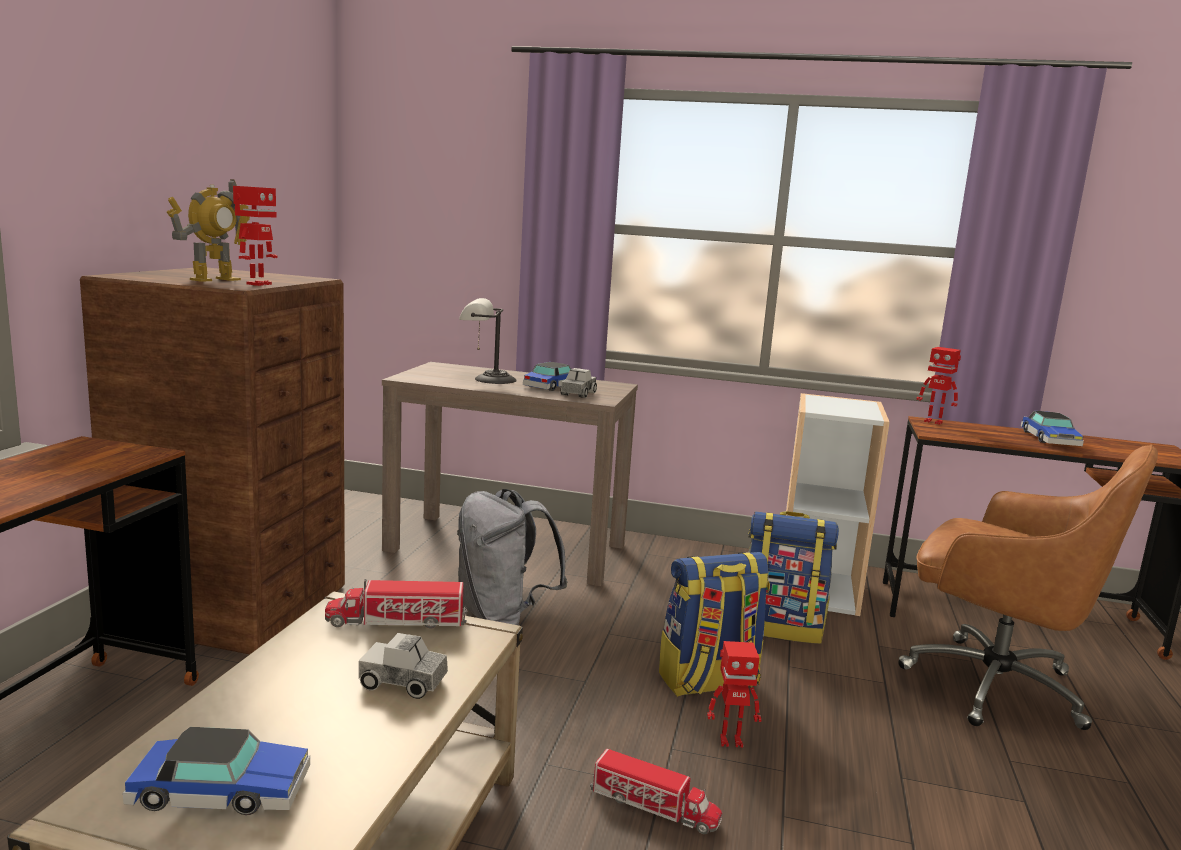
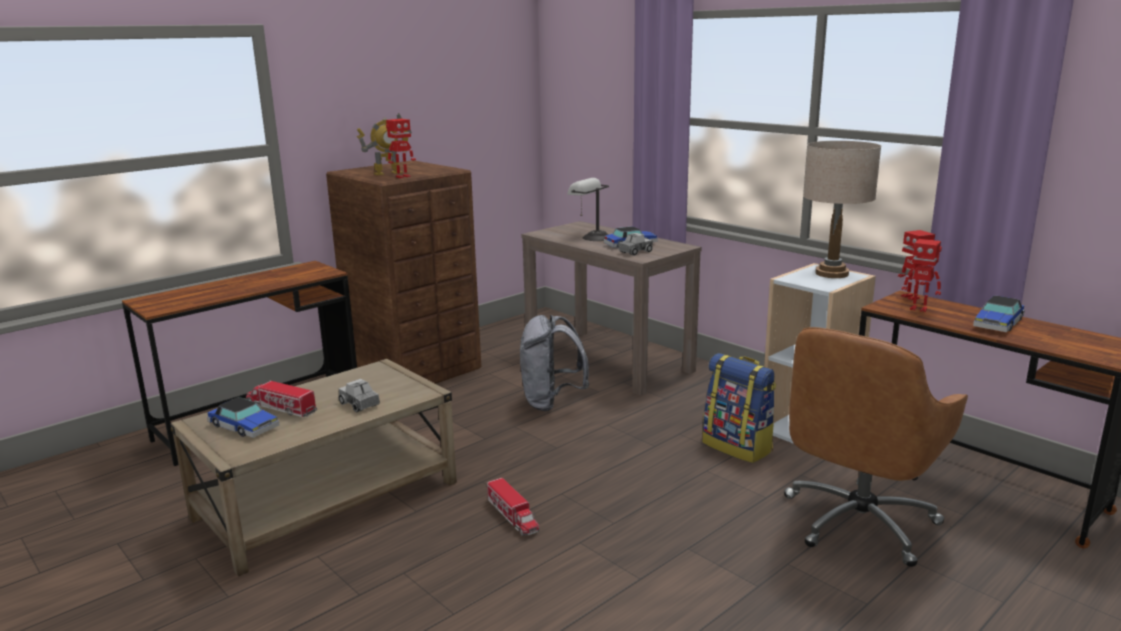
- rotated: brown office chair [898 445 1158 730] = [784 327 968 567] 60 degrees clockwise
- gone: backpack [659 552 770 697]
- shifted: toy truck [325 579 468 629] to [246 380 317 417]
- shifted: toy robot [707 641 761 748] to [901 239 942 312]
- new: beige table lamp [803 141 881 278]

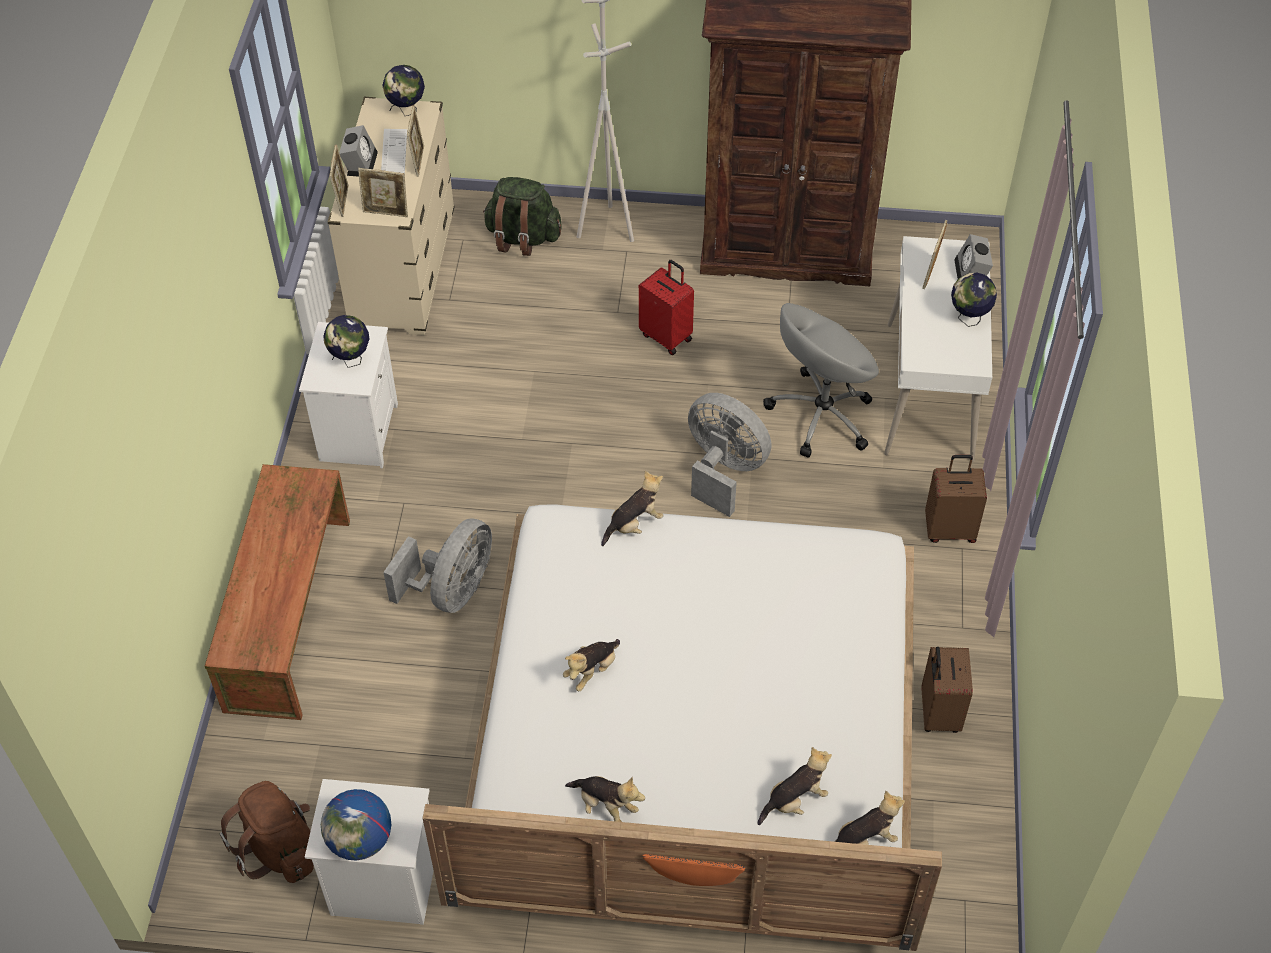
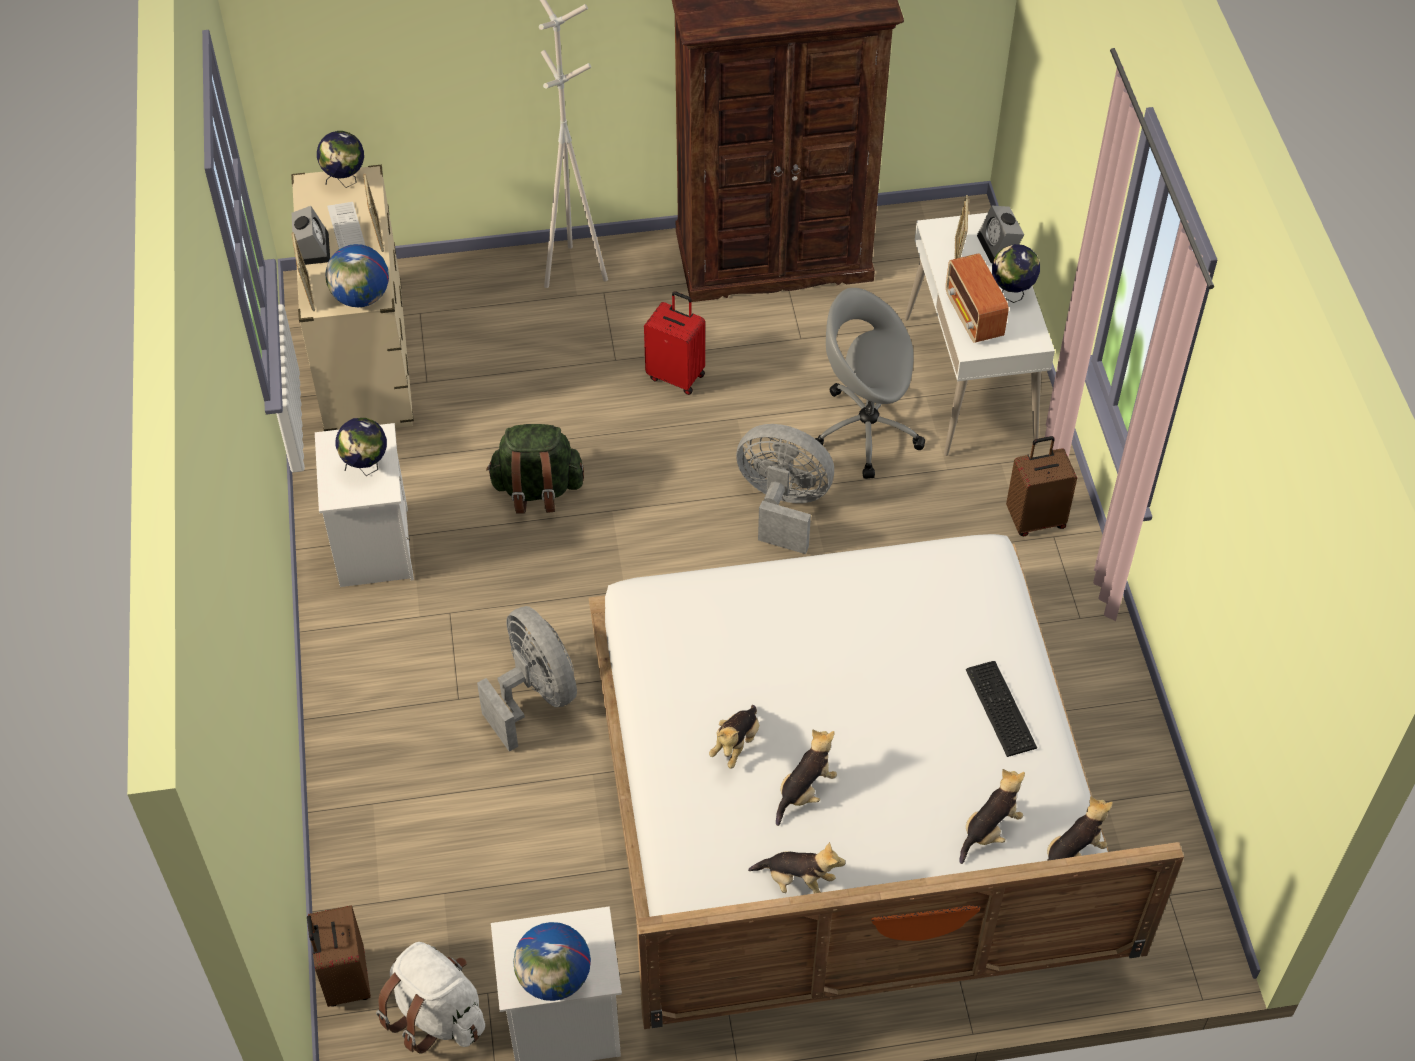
- swapped: picture frame [358 168 408 217] to globe [325 244 389 307]
- shifted: green backpack [483 177 562 256] to [486 424 584 514]
- rotated: grey office chair [763 303 879 458] = [815 288 925 479] 60 degrees clockwise
- gone: brown bench [205 464 350 720]
- shifted: plush toy [601 471 663 546] to [776 729 837 826]
- rotated: grey fan [383 519 492 613] = [477 606 577 752] 45 degrees counterclockwise
- shifted: brown suitcase [921 647 973 733] to [307 905 371 1007]
- repainted: brown backpack [220 781 314 883] to white backpack [376 942 485 1054]
- new: radio [946 253 1008 343]
- new: keyboard [966 661 1037 757]

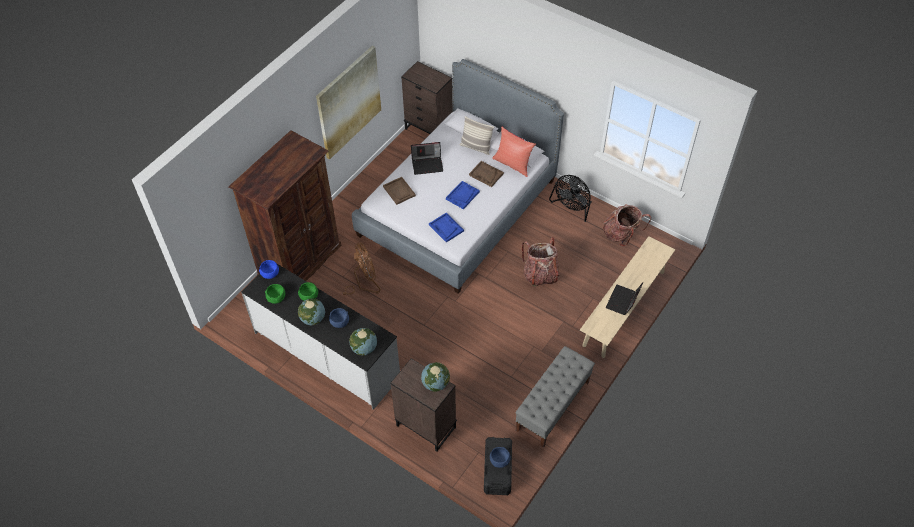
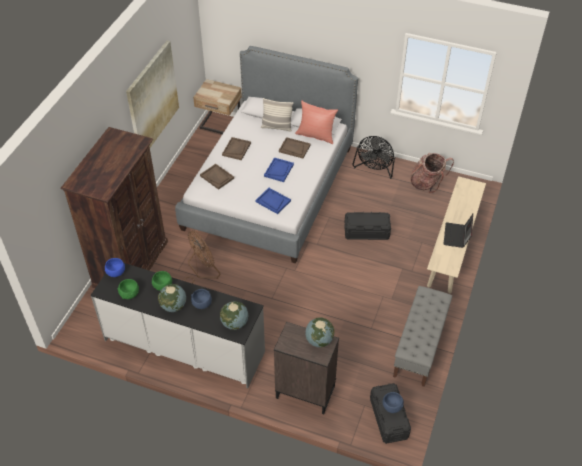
- swapped: brown dresser [401 61 453 134] to beige nightstand [193 79 242 134]
- swapped: laptop [411 142 443 175] to brown tray [222 137 251 160]
- swapped: backpack [522 237 559 287] to black storage box [344 212 391 240]

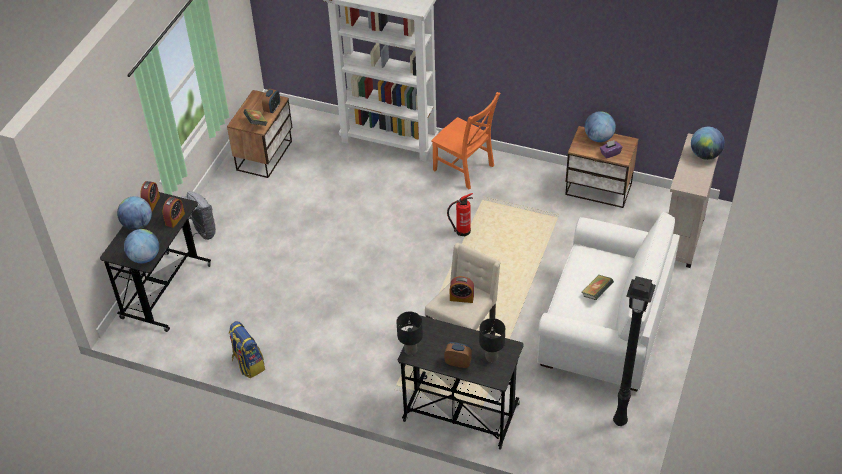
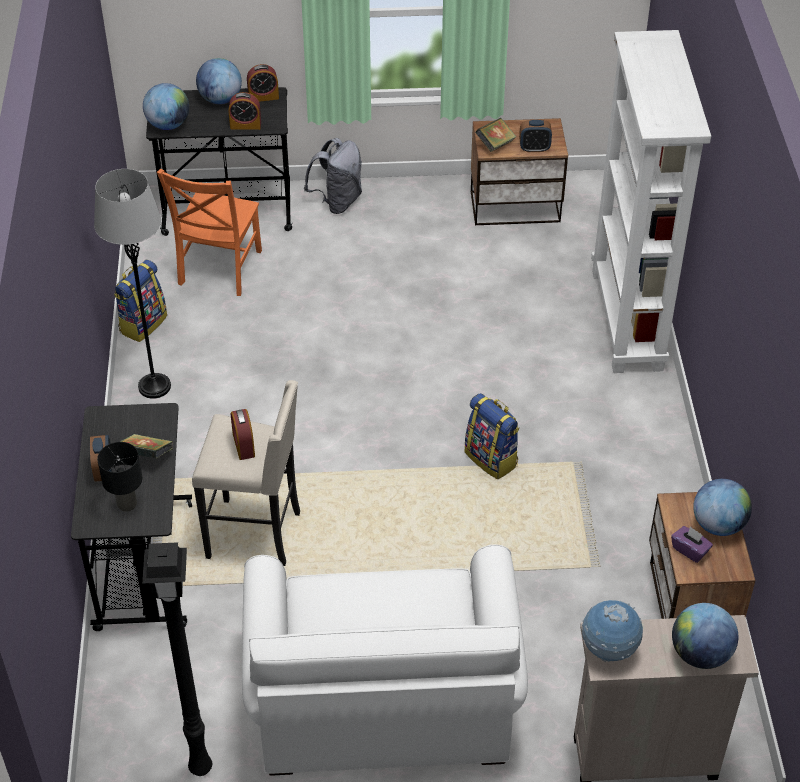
- shifted: orange chair [431 92 500 189] to [157 169 262 296]
- swapped: fire extinguisher [447 193 473 236] to backpack [464 393 520 479]
- shifted: book [582 275 614 300] to [120 434 173 459]
- gone: black table lamp [396 312 423 355]
- new: grey floor lamp [94 169 171 399]
- new: globe [582 600 643 662]

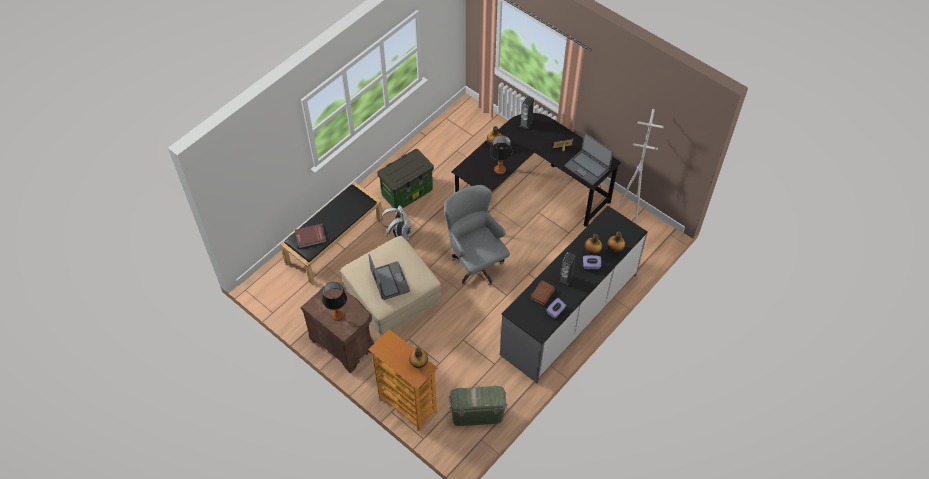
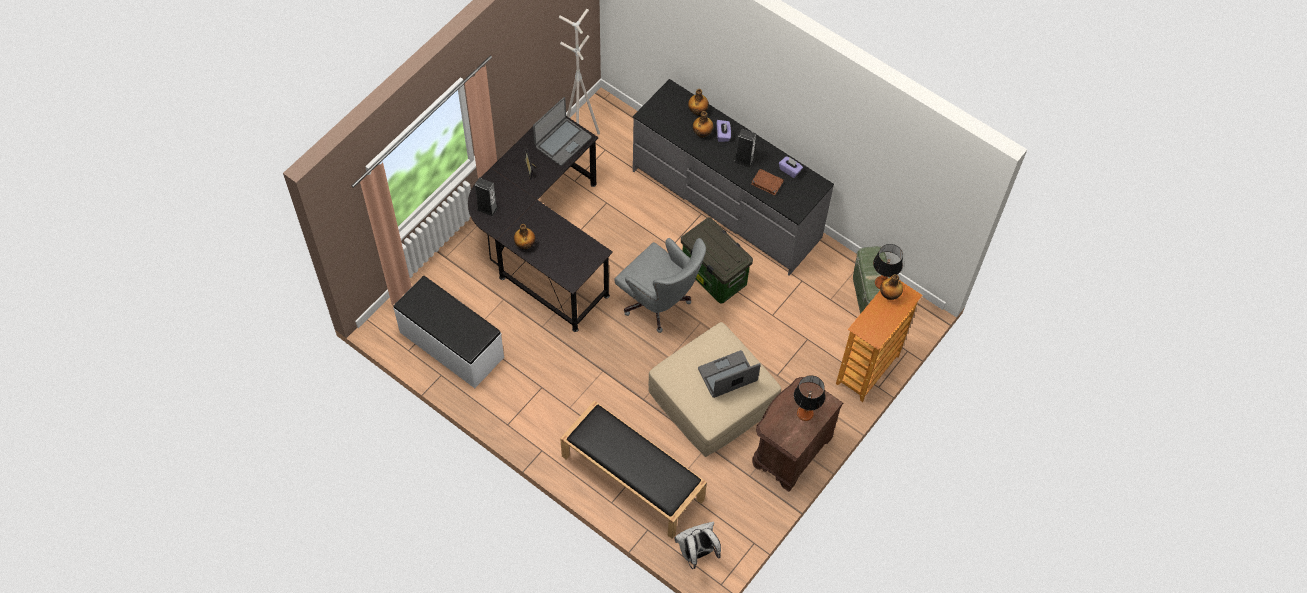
- shifted: table lamp [490 135 512 175] to [873 244 903 289]
- shifted: storage box [377 149 434 209] to [681 217 753 303]
- rotated: grey office chair [444 185 510 285] = [614 238 706 333] 105 degrees counterclockwise
- shifted: white backpack [381 205 412 241] to [675 521 721 569]
- gone: red book [295 224 327 248]
- new: white bench [393 276 504 388]

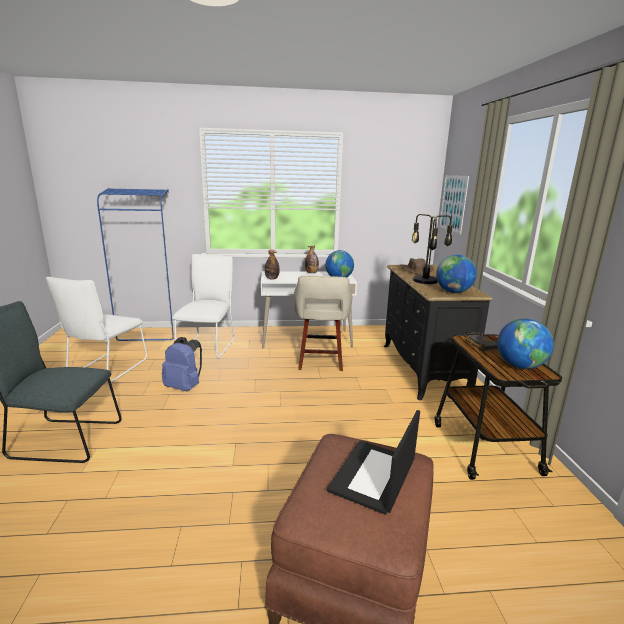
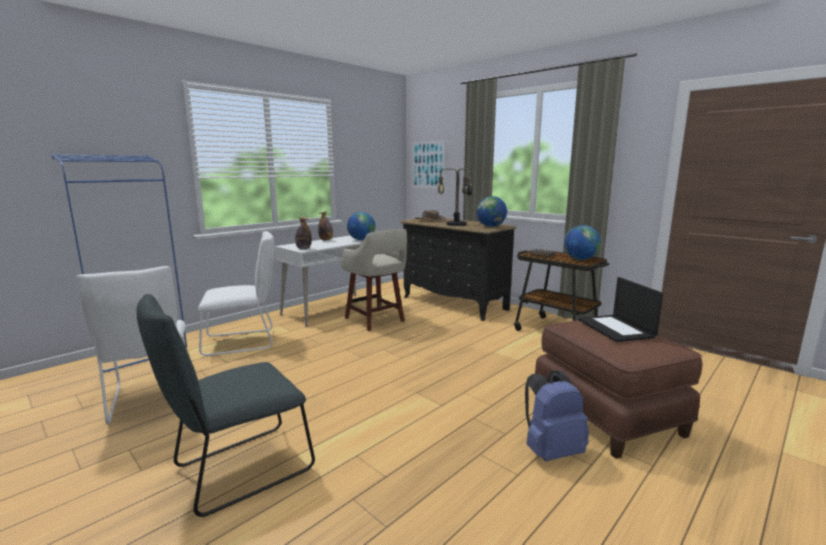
- rotated: white chair [172 254 235 359] = [198 231 275 356] 105 degrees clockwise
- shifted: blue backpack [162 337 202 391] to [525 371 589 461]

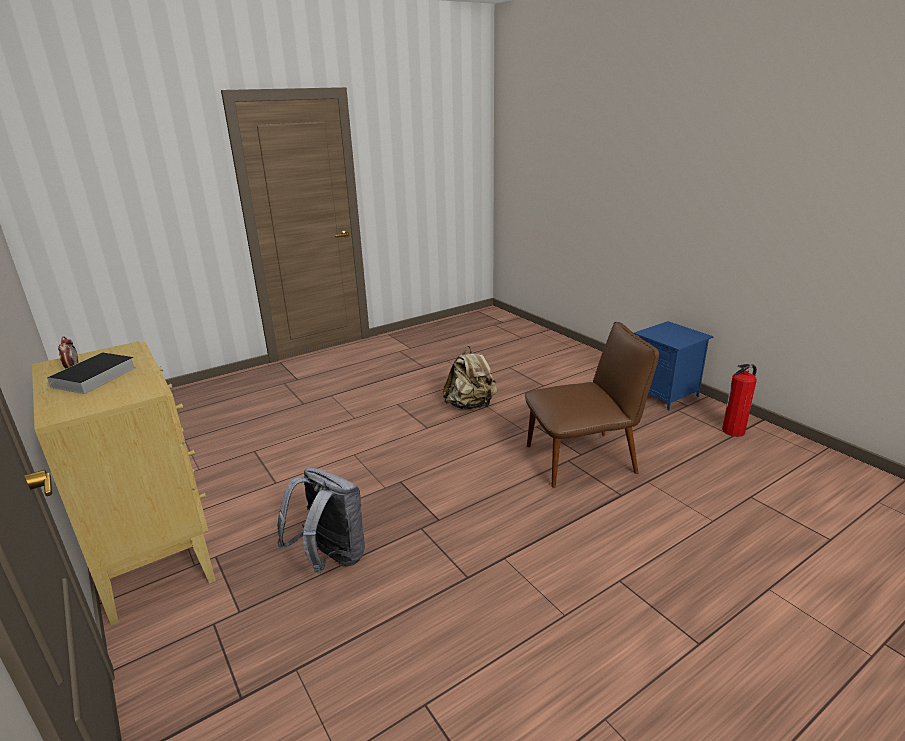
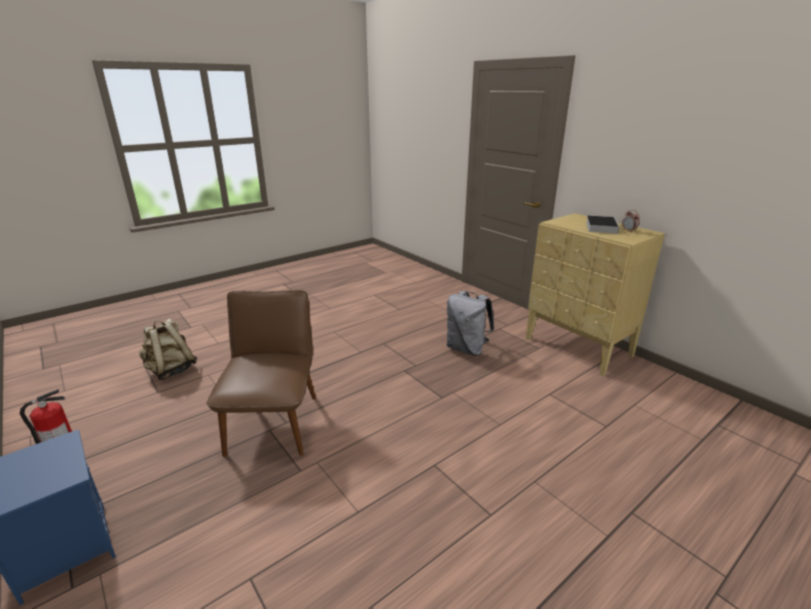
- rotated: brown chair [525 322 659 488] = [206 290 316 457] 105 degrees clockwise
- shifted: beige backpack [443 346 497 409] to [139 319 198 380]

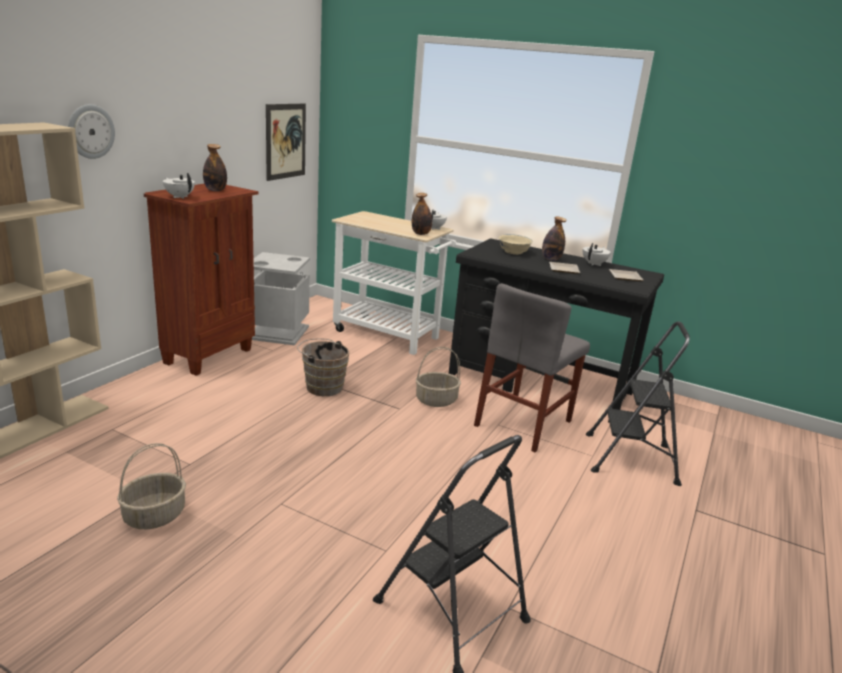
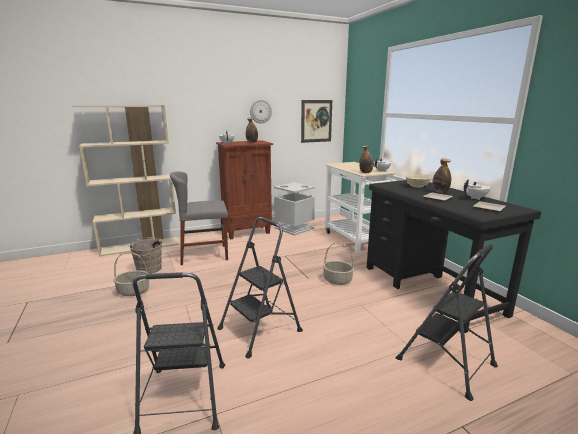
- shifted: wall clock [68 104 115 159] to [250 99 272 123]
- shifted: grey chair [474 283 590 452] to [170 171 228 265]
- shifted: brown bucket [297 339 349 396] to [129 237 164 274]
- new: black step ladder [217 217 303 359]

